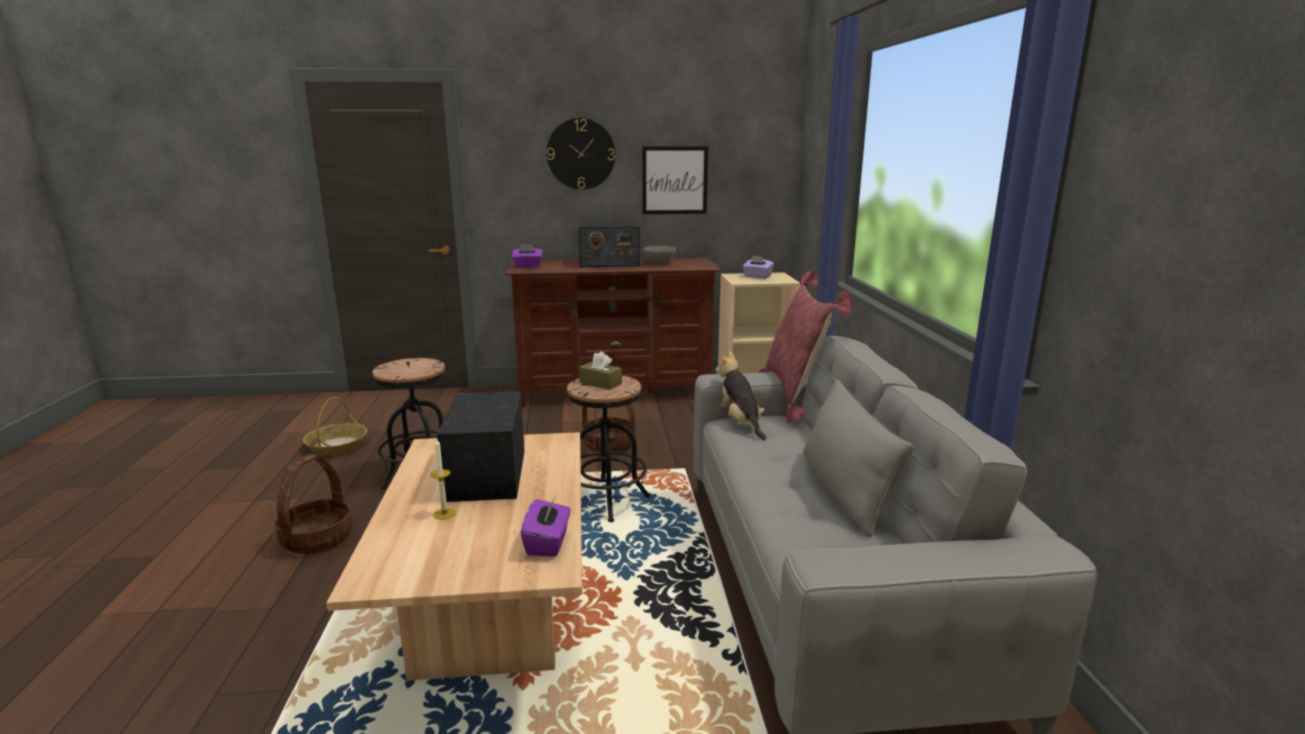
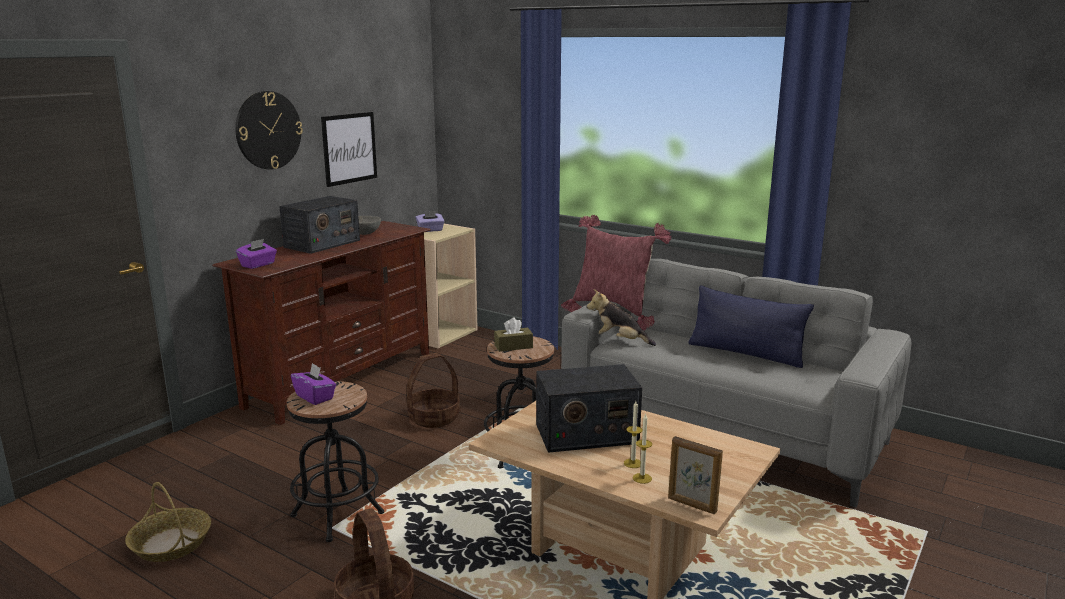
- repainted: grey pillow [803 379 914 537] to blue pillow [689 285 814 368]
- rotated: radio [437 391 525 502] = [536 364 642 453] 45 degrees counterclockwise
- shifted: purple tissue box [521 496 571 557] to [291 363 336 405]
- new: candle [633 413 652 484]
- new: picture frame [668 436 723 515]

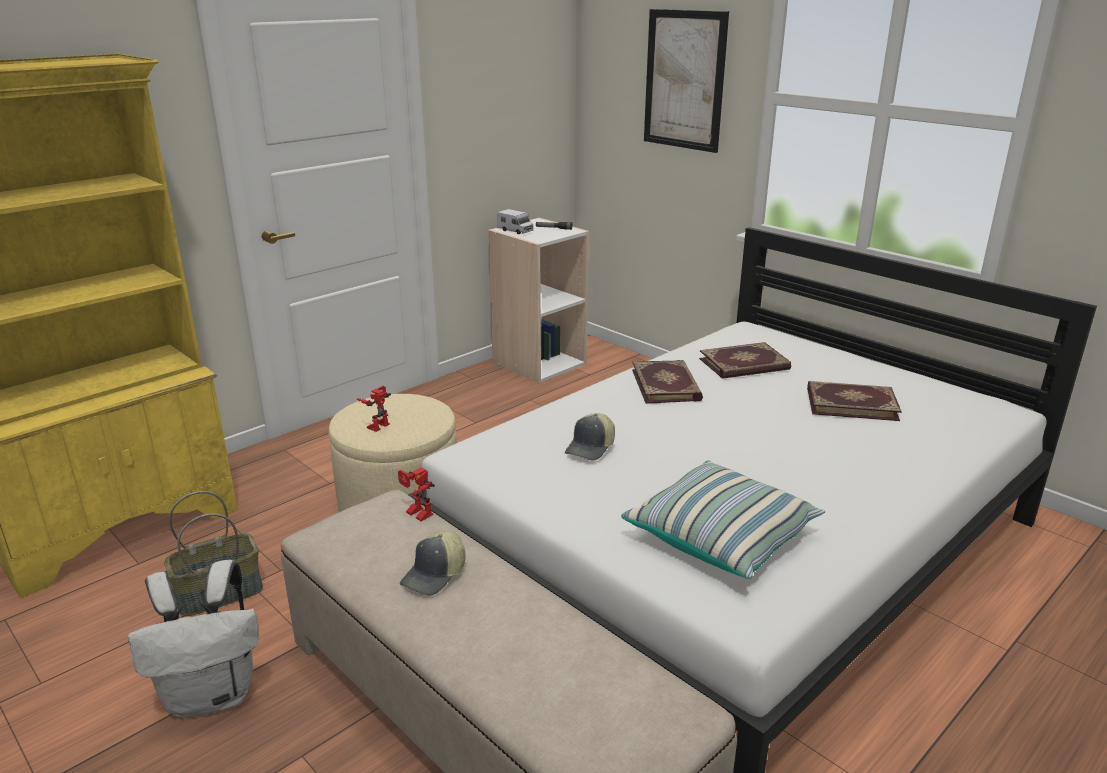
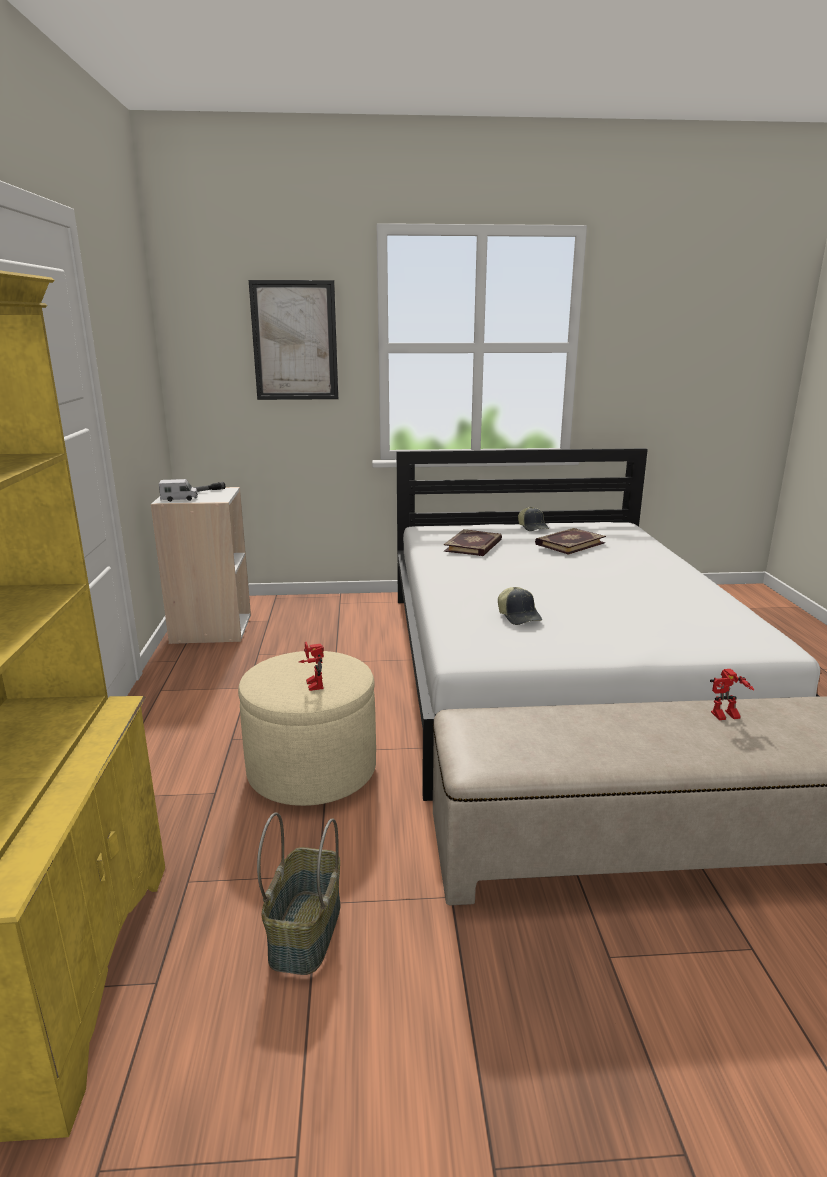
- gone: book [632 360 703 404]
- gone: pillow [621 460 825 579]
- shifted: toy robot [398 468 435 521] to [710 669 754 720]
- shifted: cap [400 532 465 595] to [518 507 549 531]
- gone: white backpack [128 560 259 718]

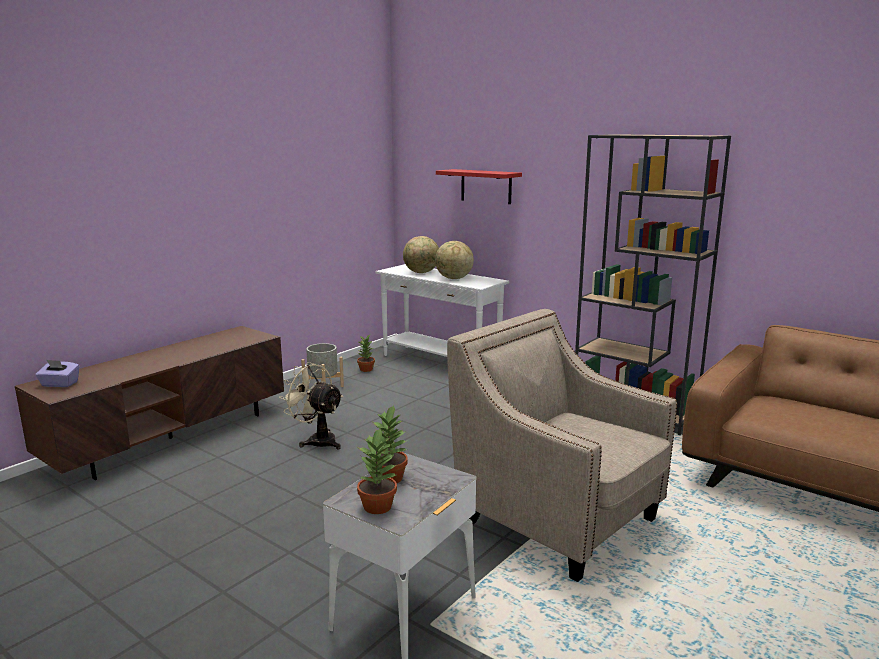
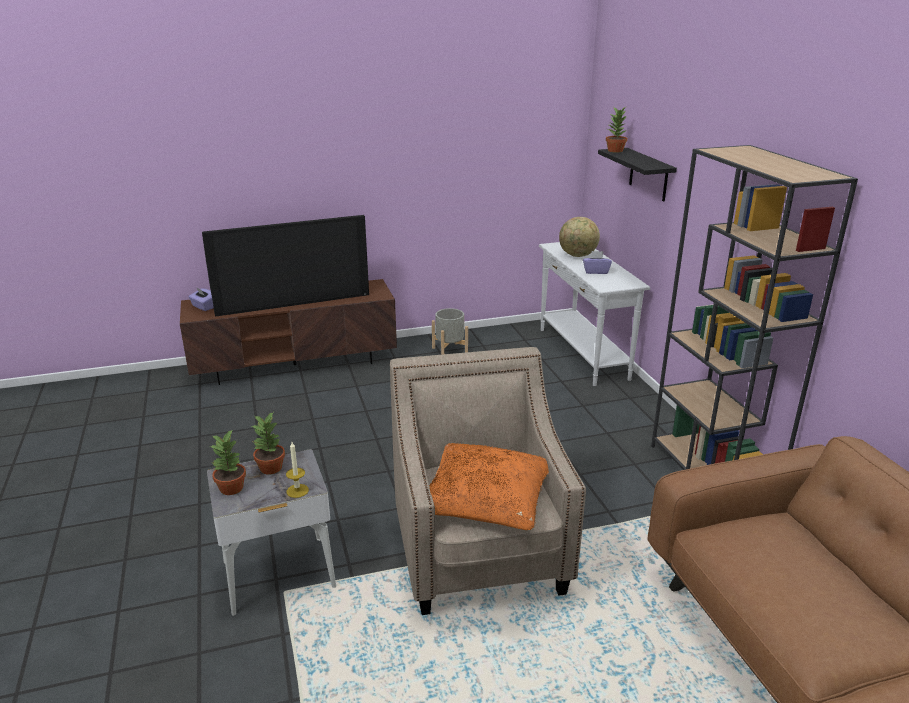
- repainted: red shelf [436 169 522 204] to black shelf [598 148 677 202]
- swapped: globe [435 241 474 279] to purple tissue box [583 251 612 274]
- shifted: potted plant [357 335 375 372] to [606 107 627 152]
- gone: beige fan [279 362 343 449]
- new: television [202 215 369 317]
- new: candle [286 442 309 498]
- new: orange pillow [429 443 549 530]

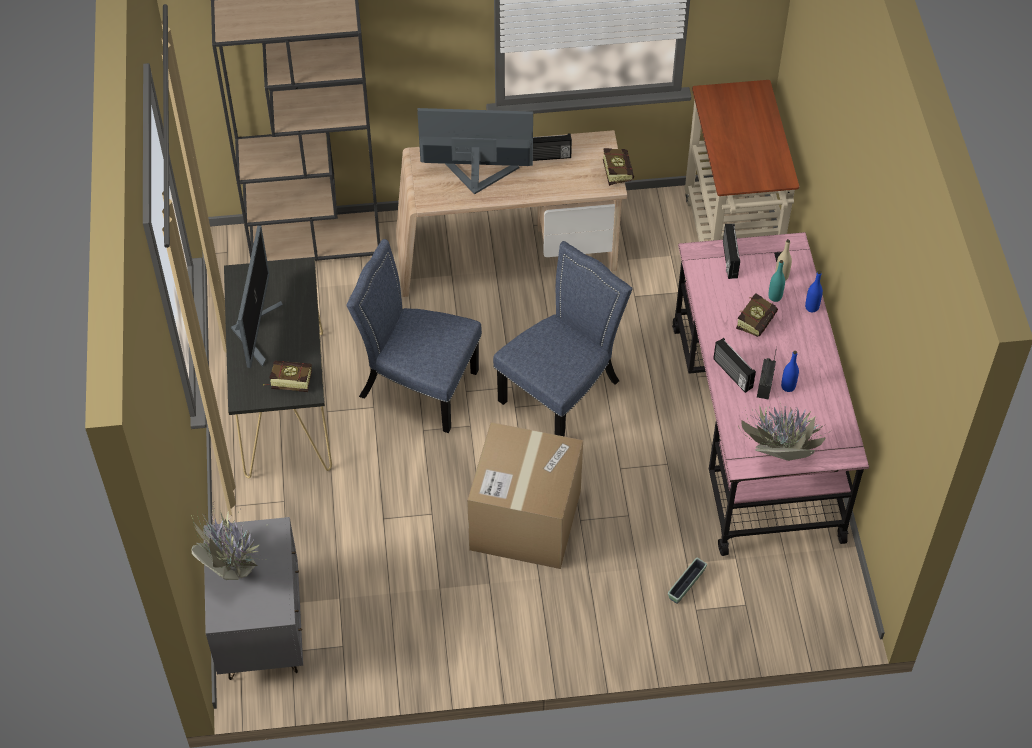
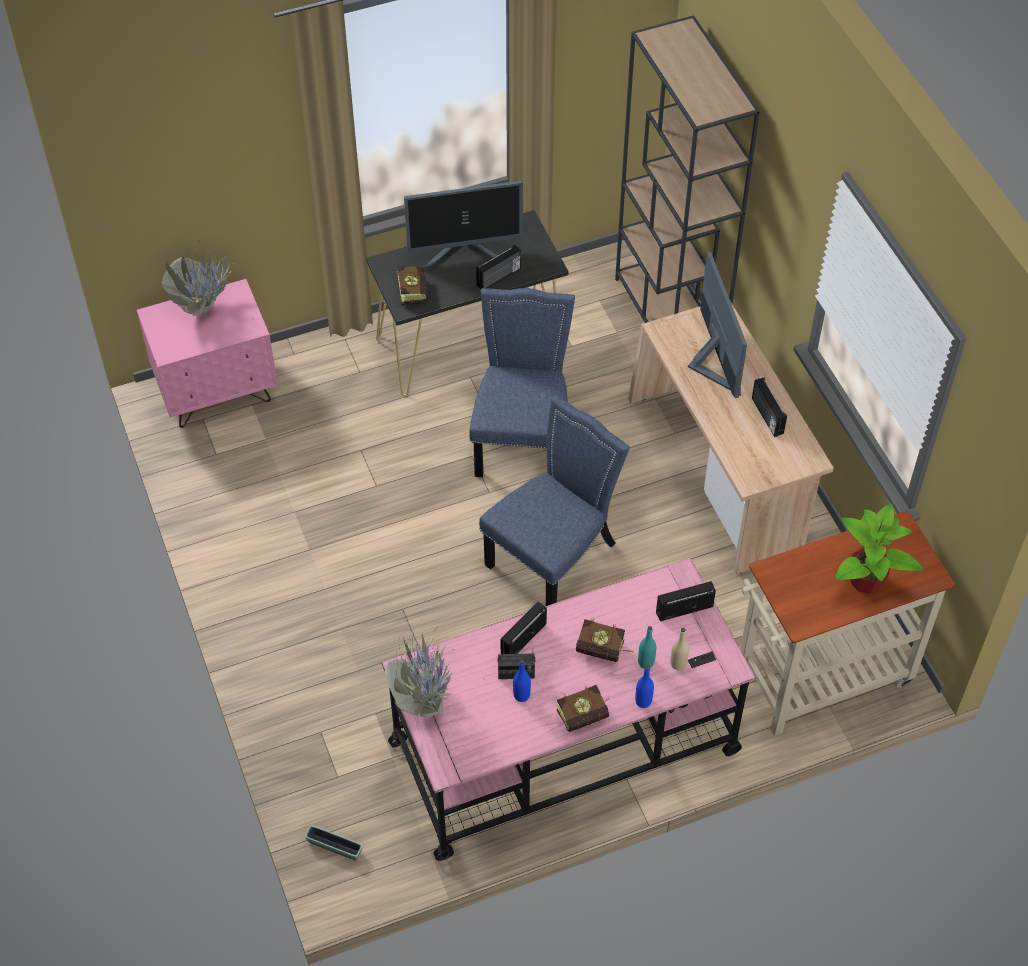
- shifted: book [603 148 634 186] to [557 685 609 732]
- rotated: blue chair [493 241 633 437] = [479 395 630 606] 75 degrees counterclockwise
- gone: cardboard box [467 422 583 569]
- repainted: grey nightstand [203 517 303 680] to pink nightstand [137 279 278 428]
- shifted: planter [668 558 707 604] to [305 825 363 861]
- new: radio [476 245 521 290]
- new: potted plant [835 504 924 594]

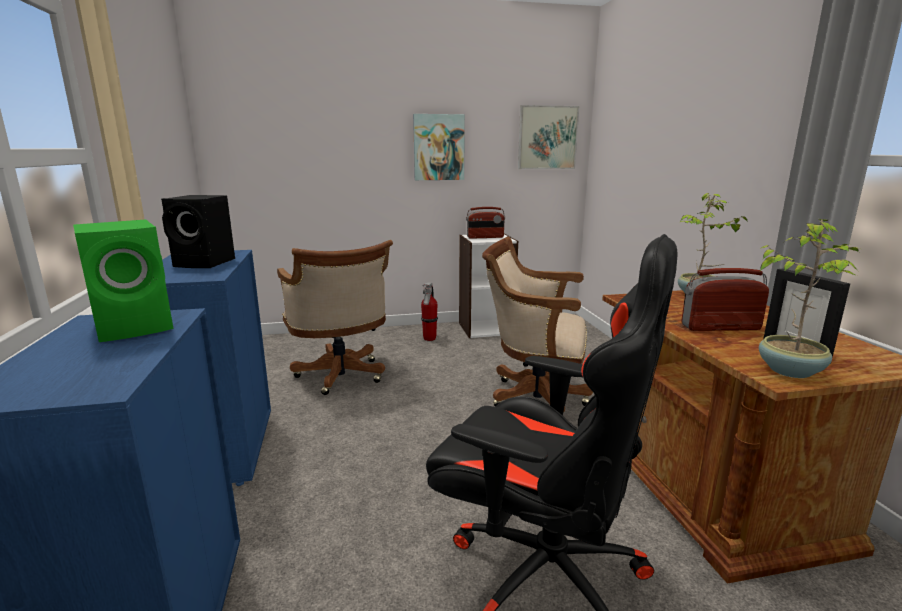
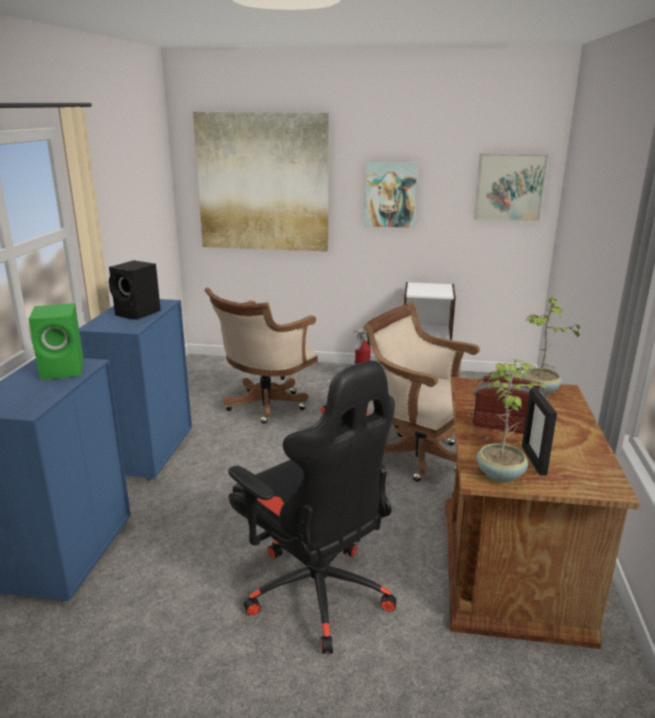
- gone: radio [466 207 505 239]
- rotated: office chair [277 240 393 395] = [205 287 318 424] 45 degrees clockwise
- new: picture [193 112 329 252]

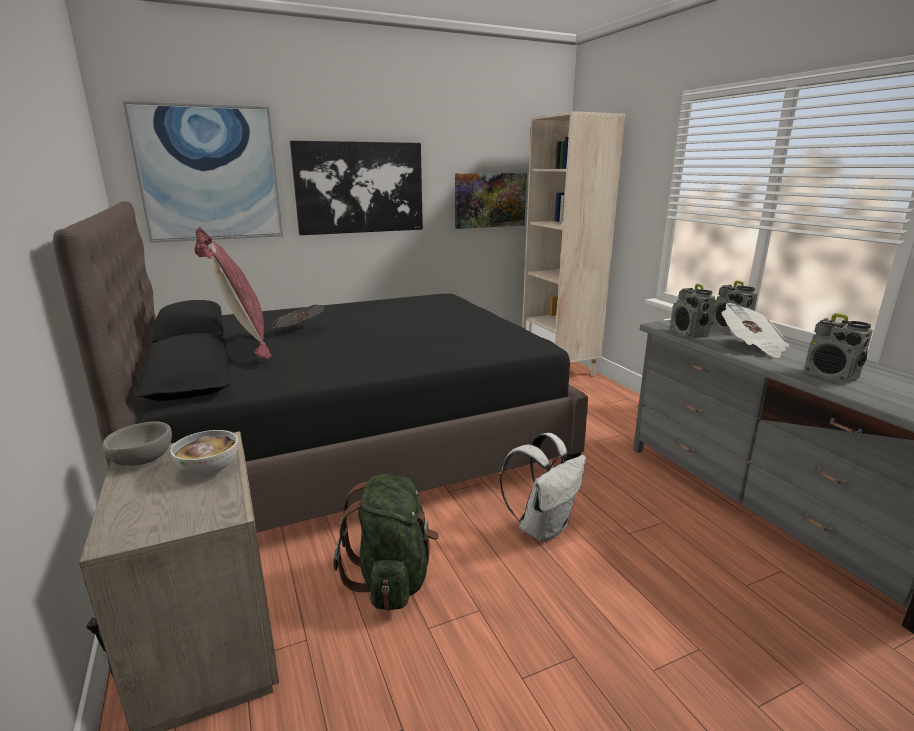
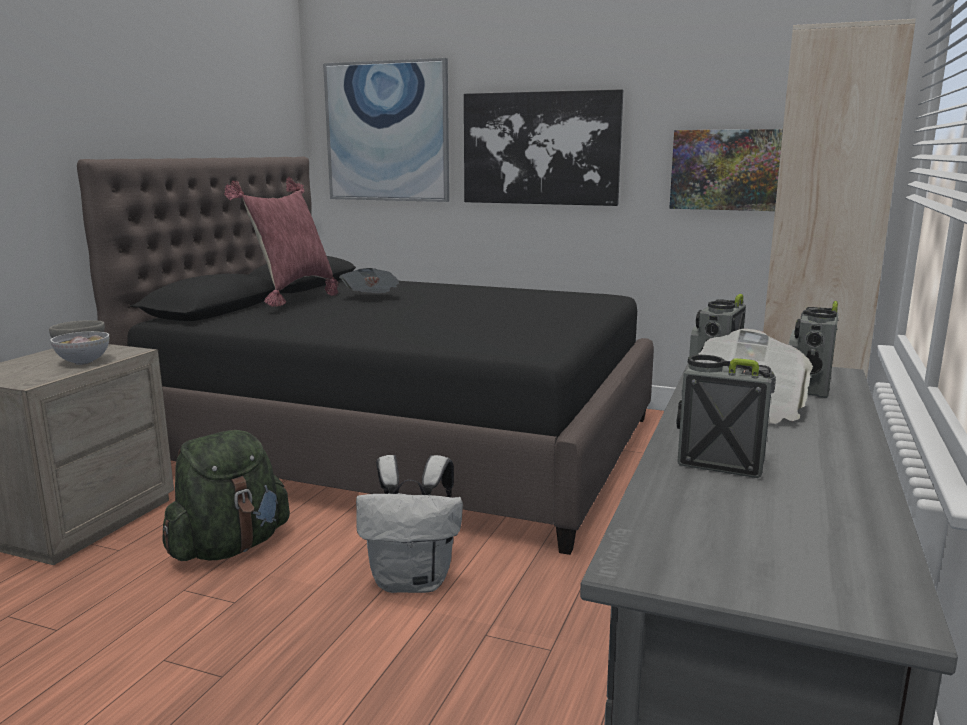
- rotated: radio [804 313 873 383] = [677 355 776 478] 105 degrees clockwise

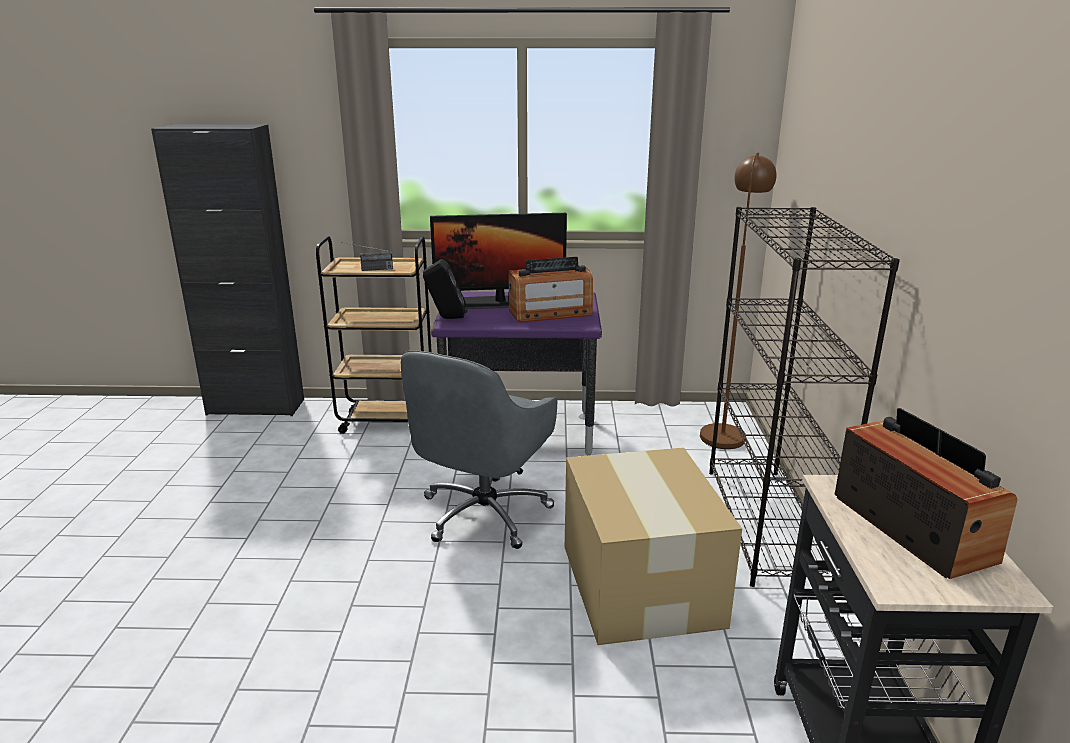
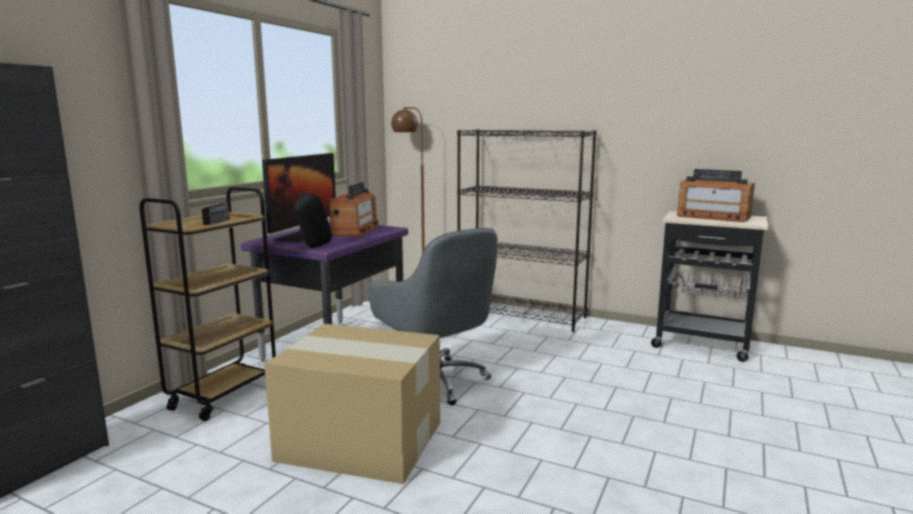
- rotated: radio [834 408 1017 579] = [677 169 755 222] 150 degrees counterclockwise
- shifted: cardboard box [565 447 742 645] to [264 324 440 484]

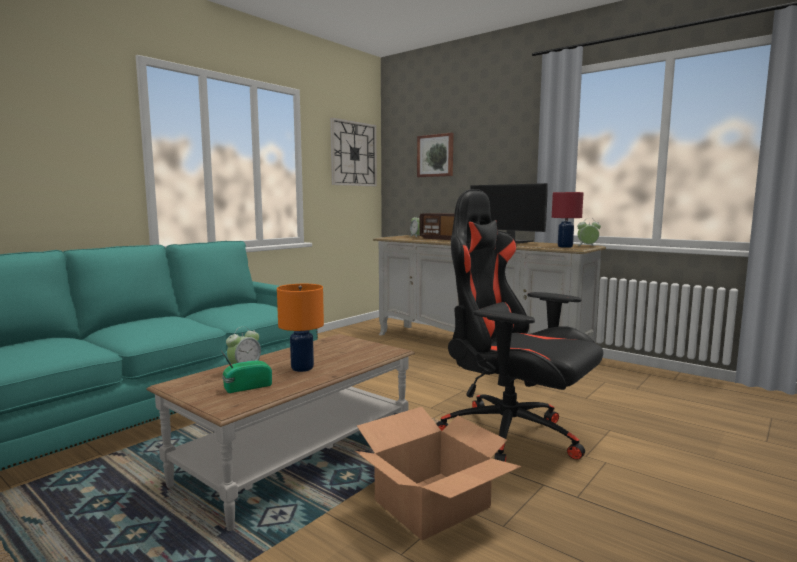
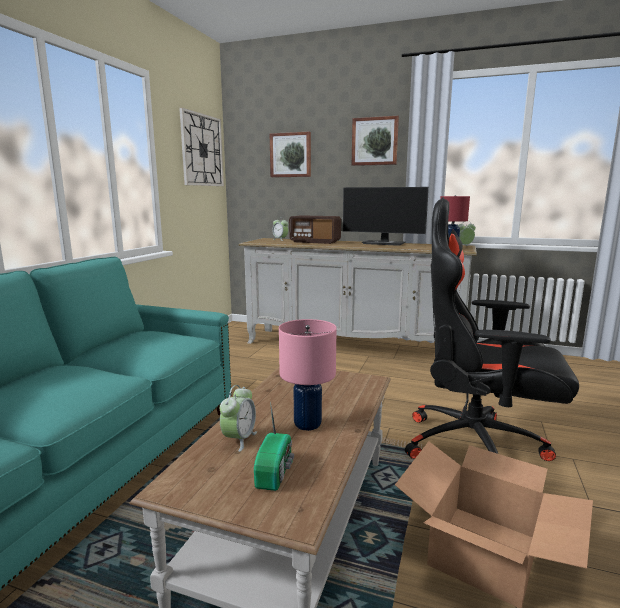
- repainted: orange table lamp [277 284 324 372] to pink table lamp [279 319 337 431]
- rotated: radio [221 350 272 393] = [254 401 294 491] 150 degrees clockwise
- new: picture [351 116 399 166]

